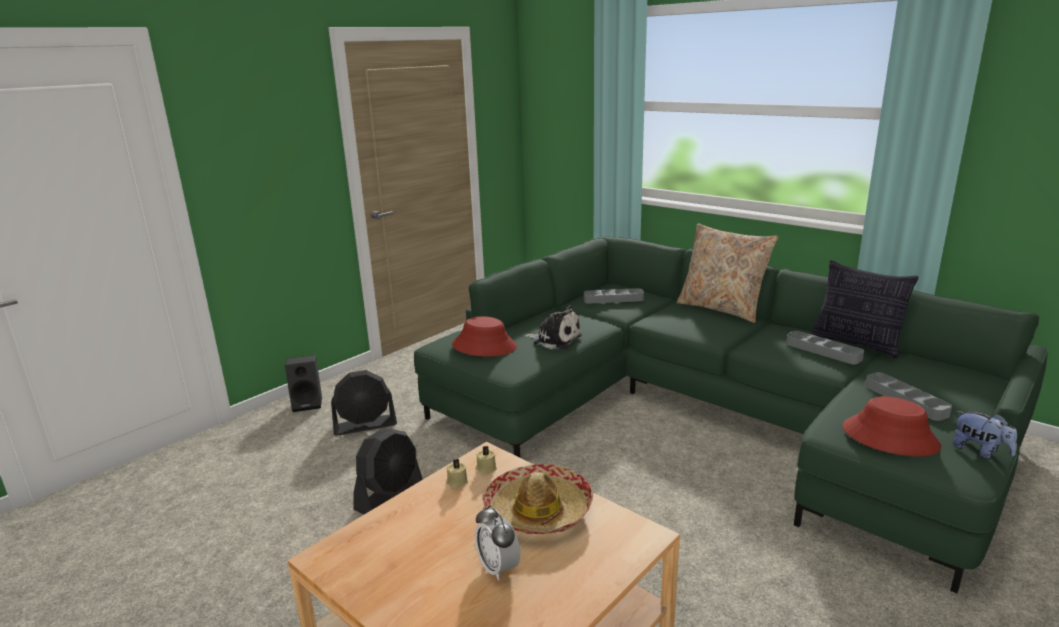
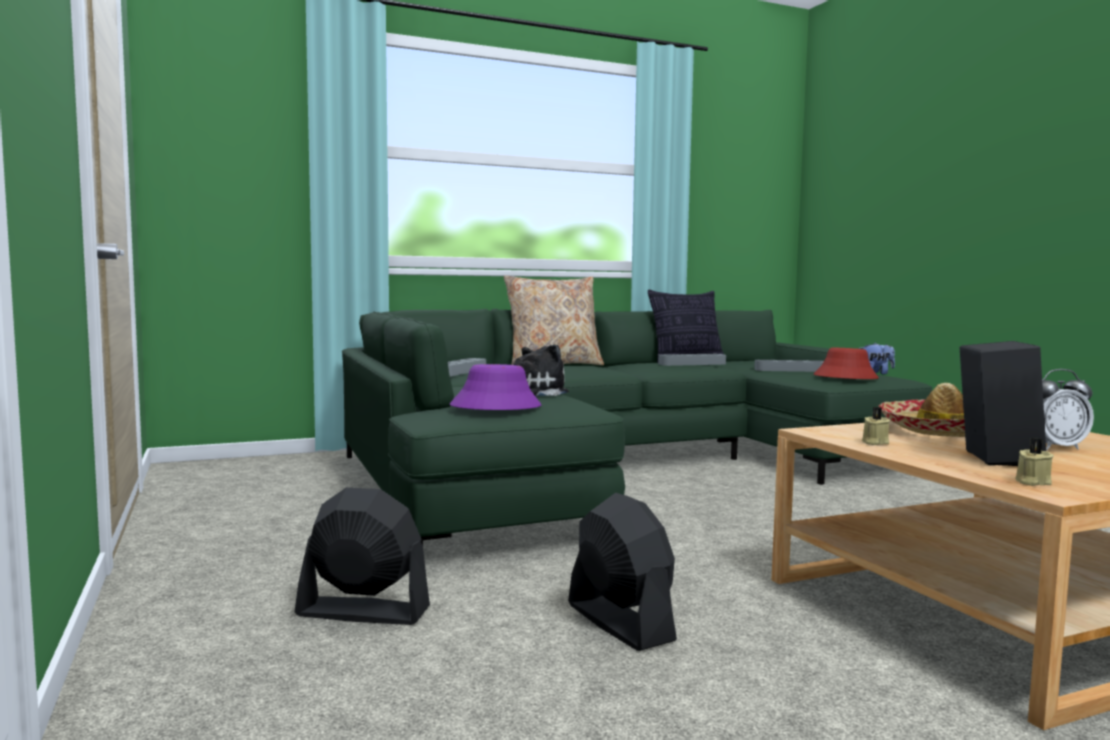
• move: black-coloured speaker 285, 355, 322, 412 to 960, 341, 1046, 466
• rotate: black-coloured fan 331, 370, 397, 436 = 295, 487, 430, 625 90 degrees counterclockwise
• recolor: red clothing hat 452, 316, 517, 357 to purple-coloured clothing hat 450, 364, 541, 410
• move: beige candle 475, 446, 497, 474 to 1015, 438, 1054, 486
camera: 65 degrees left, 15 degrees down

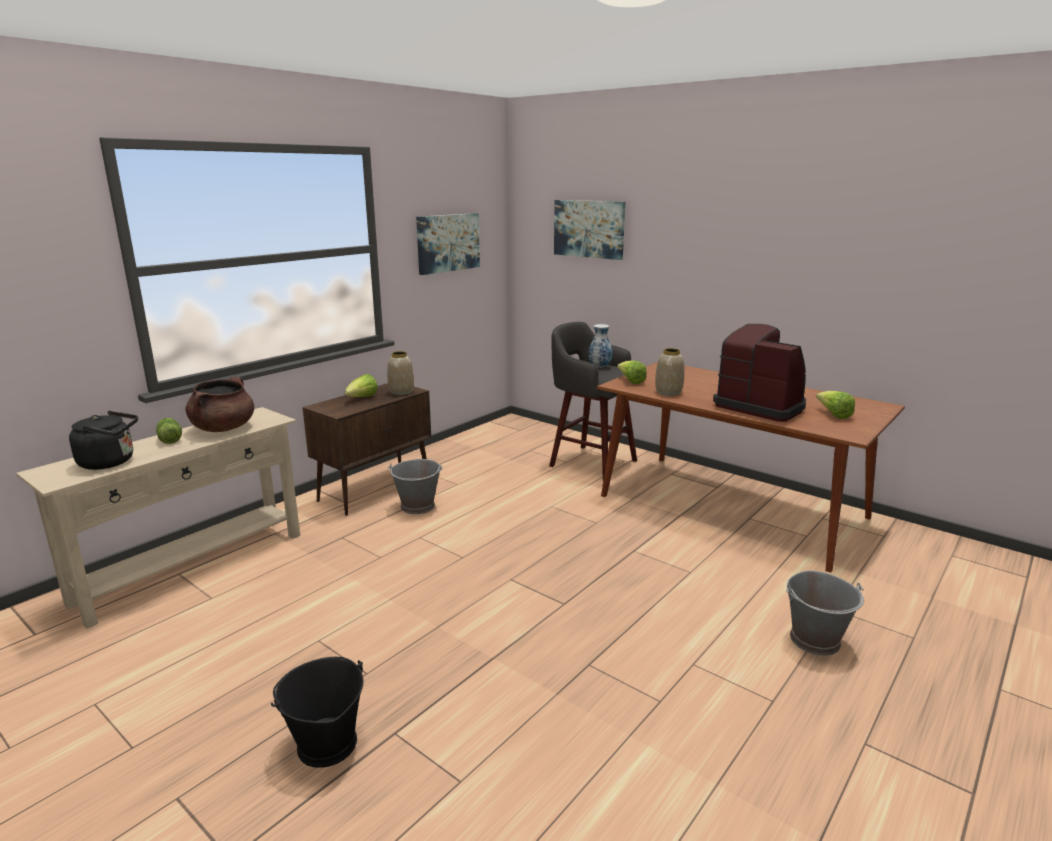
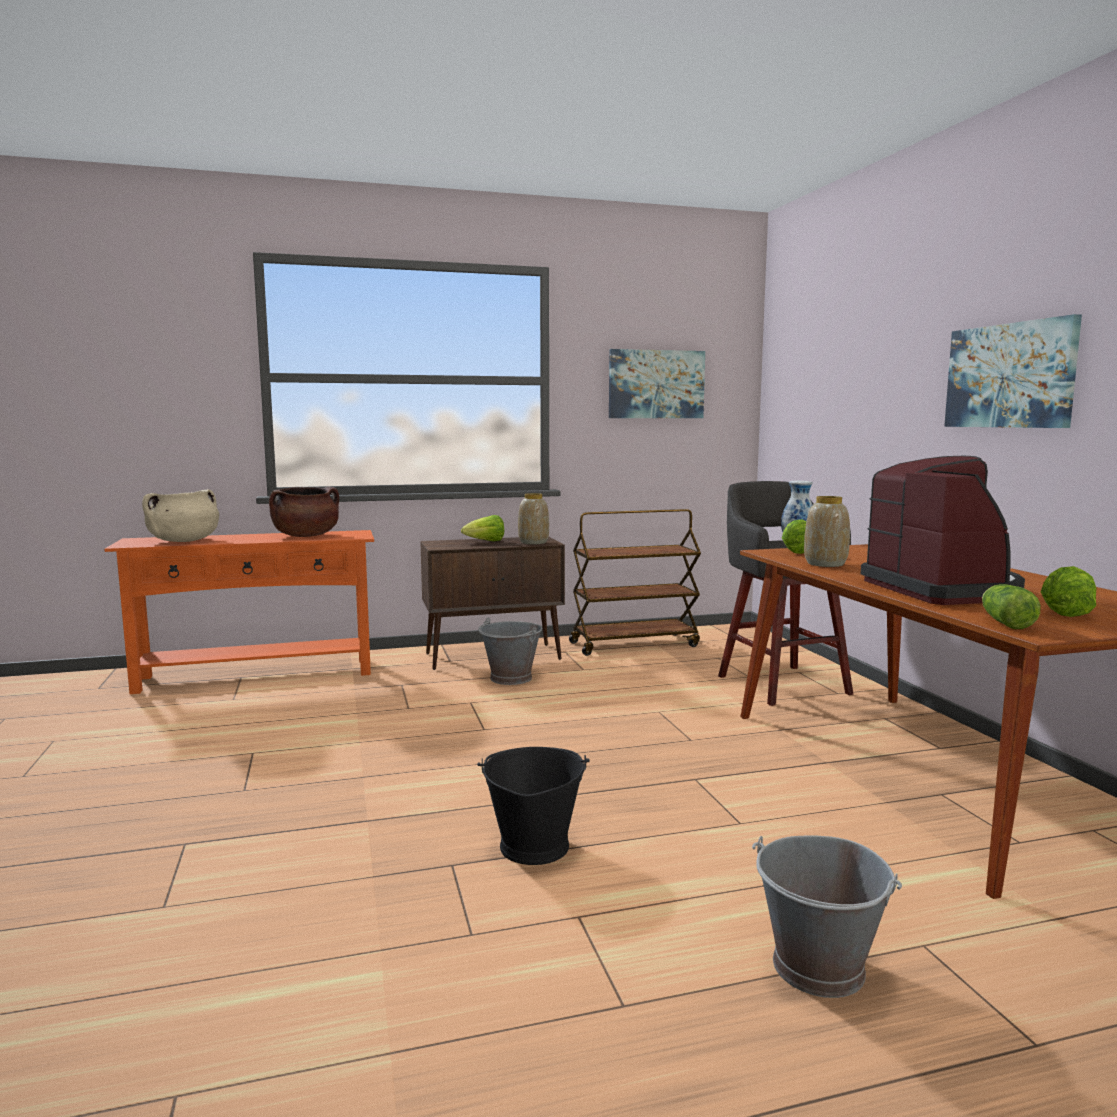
• recolor: beige hall table 16, 407, 300, 629 to orange hall table 104, 530, 374, 694
• replace: black-coloured water kettle 69, 411, 138, 470 to beige cooking pot 142, 489, 219, 542
• move: lettuce head 156, 418, 182, 444 to 982, 584, 1041, 629
• move: black-coloured bucket 271, 657, 364, 768 to 477, 747, 590, 865
• move: wall art 554, 200, 625, 260 to 944, 314, 1082, 428
• insert: brown cart 569, 509, 701, 656
camera: 35 degrees right, 10 degrees down

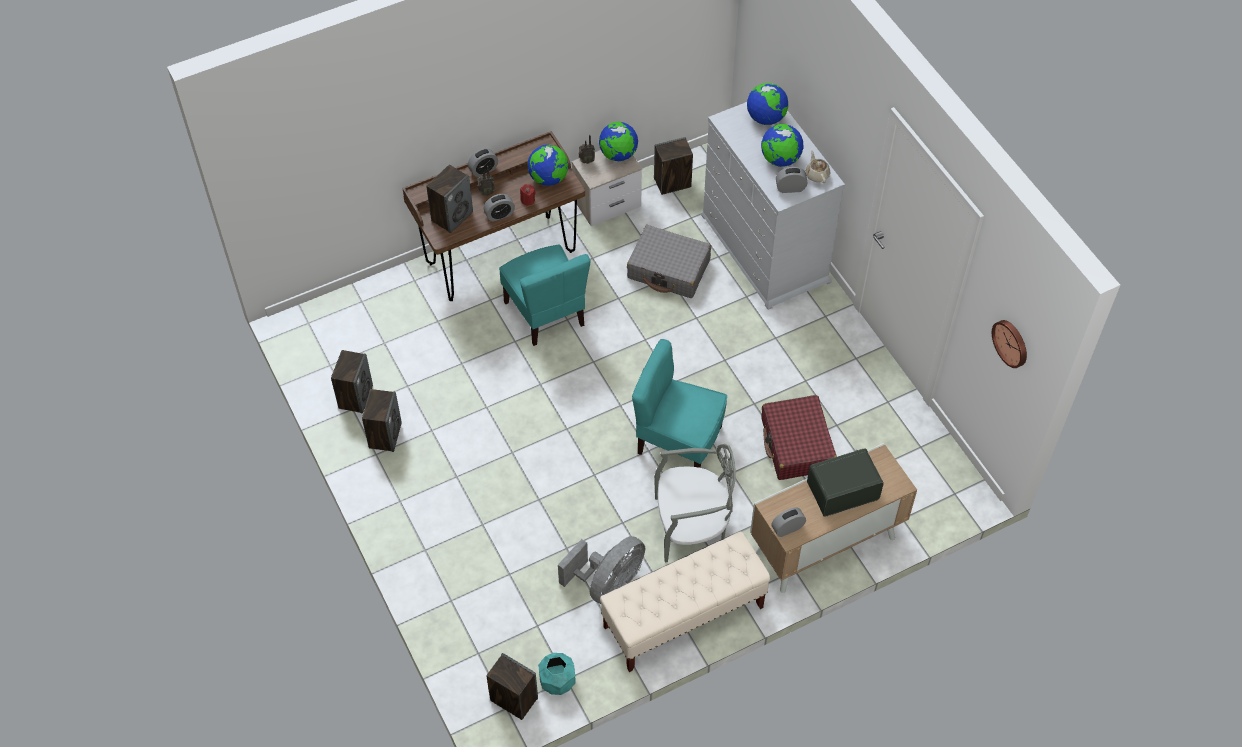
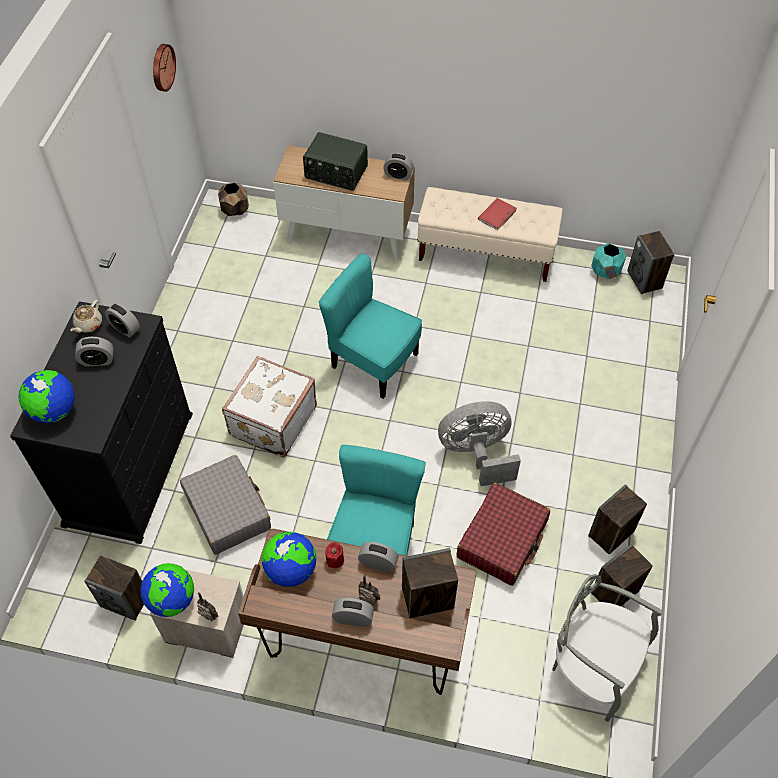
• move: greyish fan 558, 536, 645, 604 to 438, 401, 521, 486
• rotate: turquoise-coloured plain chair 632, 339, 727, 468 = 319, 253, 422, 399 150 degrees clockwise
• move: greyish plain chair 654, 444, 736, 563 to 552, 574, 663, 722
• recolor: white drawer chest 701, 102, 845, 310 to black-coloured drawer chest 10, 301, 193, 544
• replace: globe 761, 124, 803, 167 to bedside clock 75, 337, 114, 367
• move: red suitcase 761, 395, 837, 480 to 456, 483, 550, 586
• insert: brown planter 218, 183, 249, 216
• insert: white suitcase 222, 356, 317, 457
• insert: red book 478, 198, 517, 230
camera: 140 degrees left, 0 degrees up

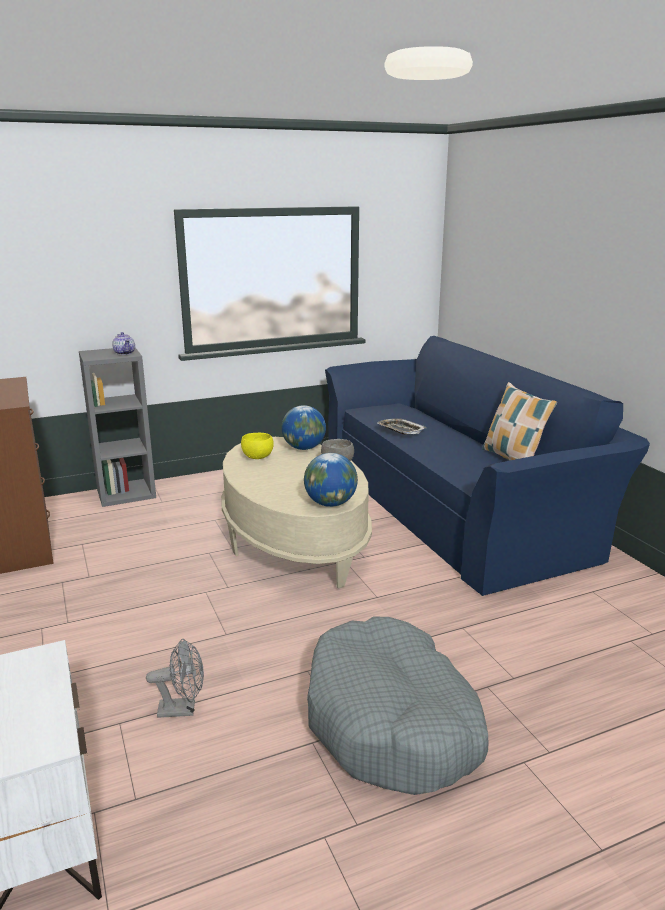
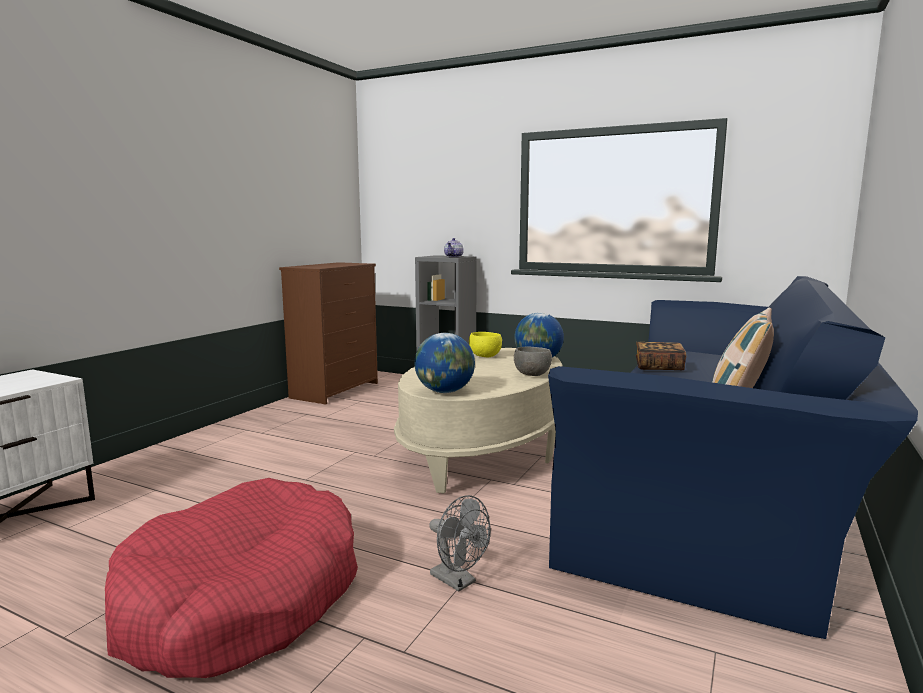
• move: greyish fan 146, 639, 204, 718 to 429, 495, 491, 592
• recolor: greyish dog bed 307, 617, 489, 795 to red dog bed 105, 478, 358, 678
• replace: serving tray 377, 418, 426, 435 to book 636, 342, 686, 370
camera: 50 degrees right, 10 degrees down

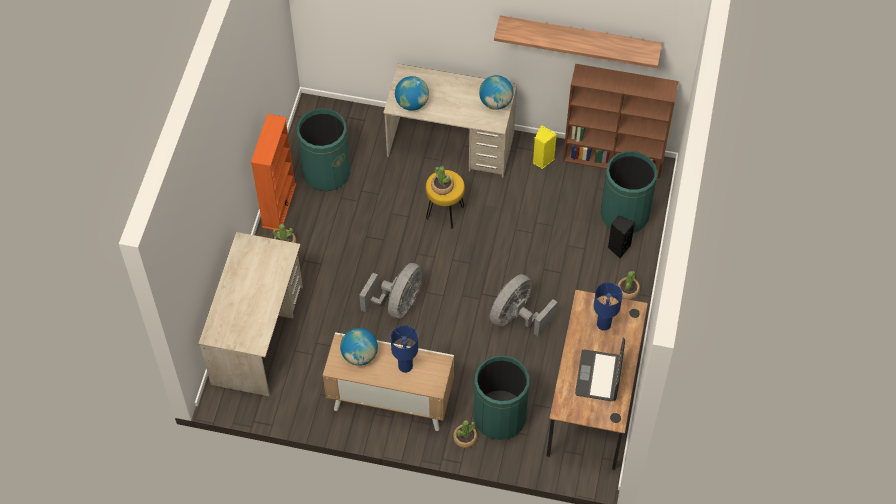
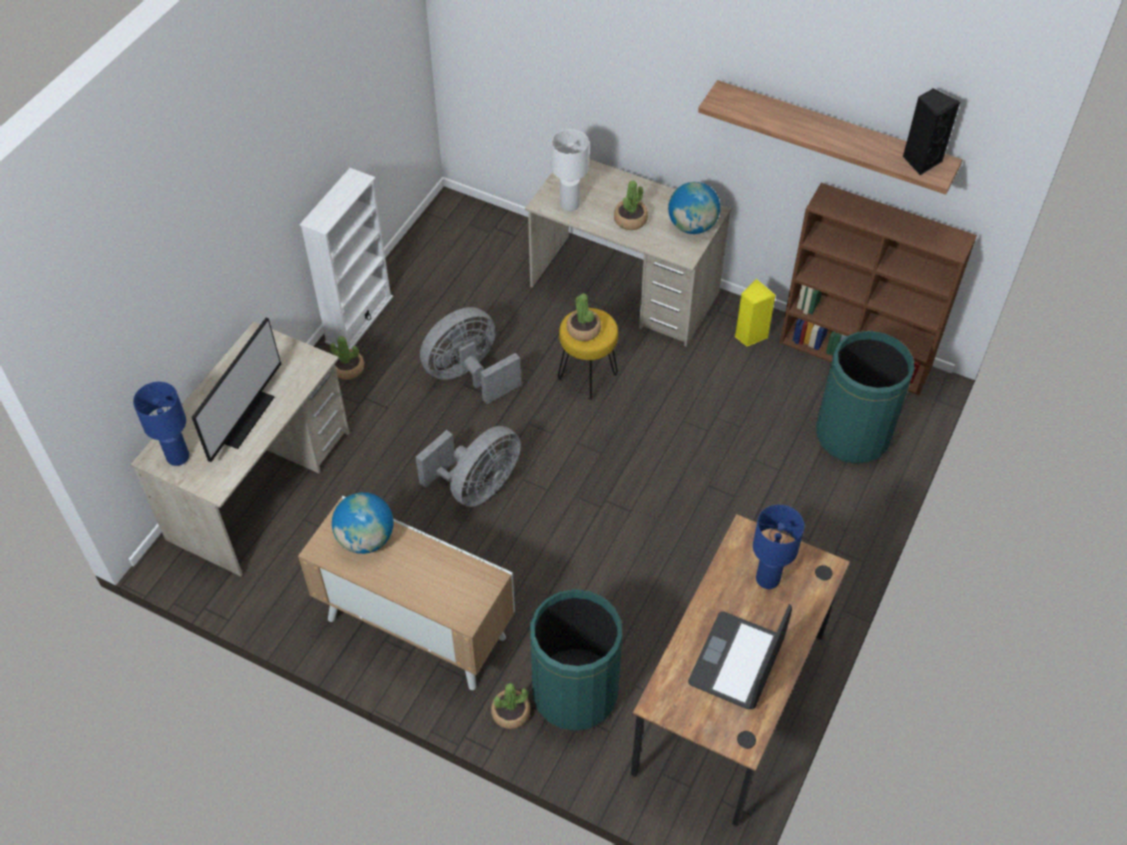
• recolor: orange shelving unit 251, 114, 296, 231 to white shelving unit 299, 168, 393, 349
• delete: greenish waste bin 297, 109, 350, 191
• move: blue-coloured table lamp 391, 325, 418, 373 to 133, 382, 189, 466
• replace: globe 395, 76, 429, 111 to white table lamp 552, 129, 589, 211
• move: greyish fan 490, 274, 557, 336 to 420, 307, 521, 404
• move: black-coloured speaker 608, 215, 635, 259 to 902, 88, 960, 176
• move: plant in a pot 618, 271, 640, 299 to 614, 180, 648, 230
• insert: monitor 192, 318, 281, 462
camera: 15 degrees right, 5 degrees down

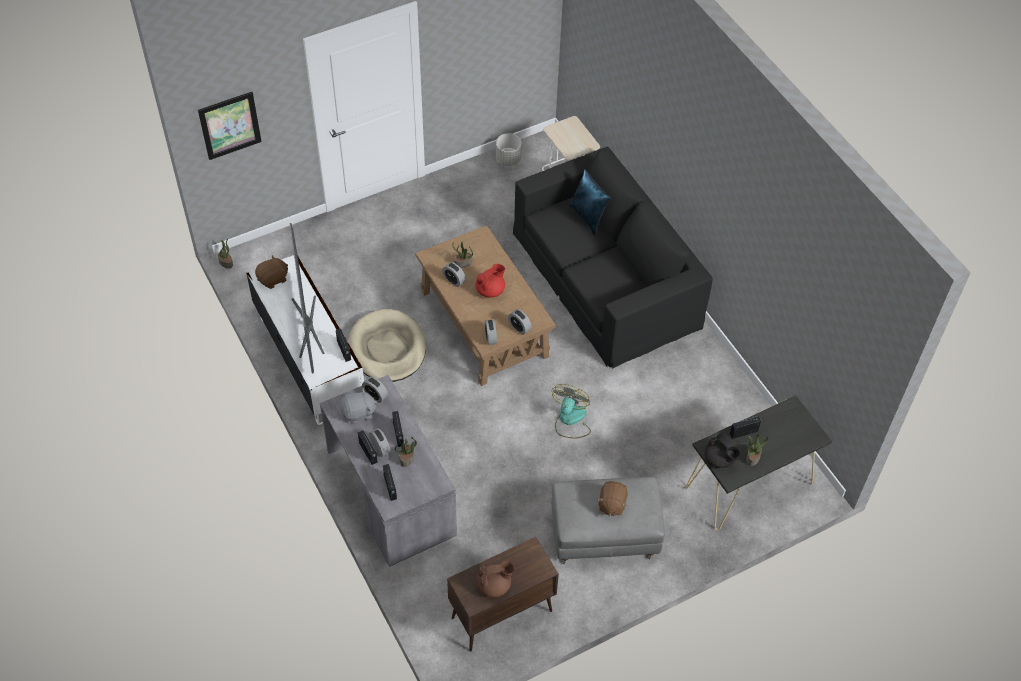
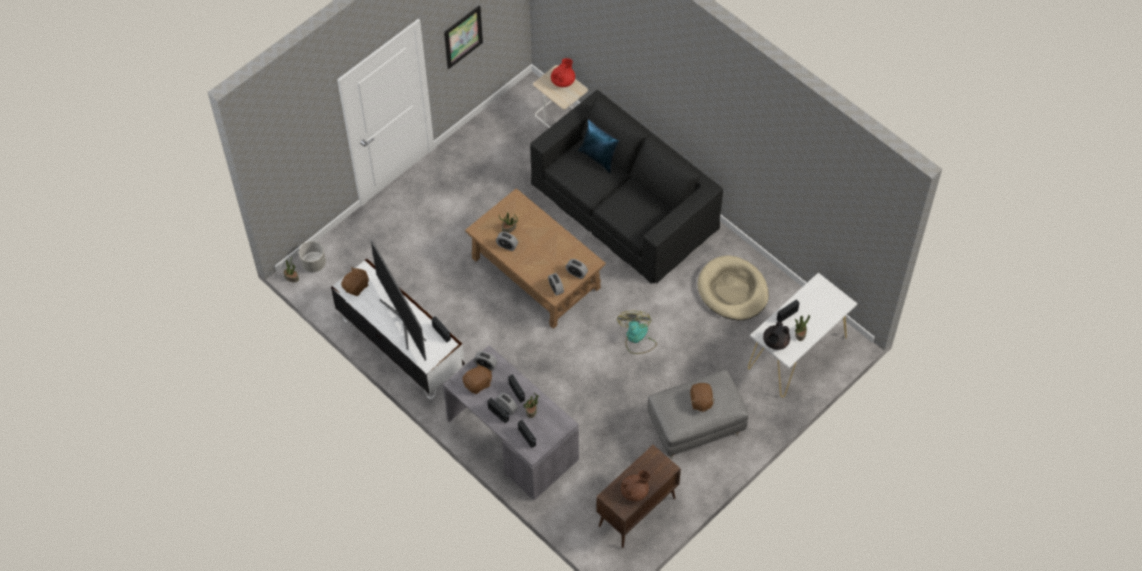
• move: wall art 198, 92, 262, 160 to 444, 5, 483, 69
• recolor: greyish cuddly toy 340, 388, 377, 424 to brown cuddly toy 463, 363, 492, 394
• move: beige dog bed 348, 309, 426, 382 to 698, 255, 769, 320
• move: red pot for tea 475, 264, 505, 297 to 551, 58, 575, 87
• move: greyish planter 496, 133, 522, 166 to 299, 241, 326, 272
• recolor: black-coloured hall table 686, 395, 832, 530 to white hall table 748, 273, 857, 397
• rotate: black-coloured pot for tea 705, 433, 741, 468 = 763, 321, 790, 350 90 degrees clockwise
camera: 15 degrees left, 5 degrees up

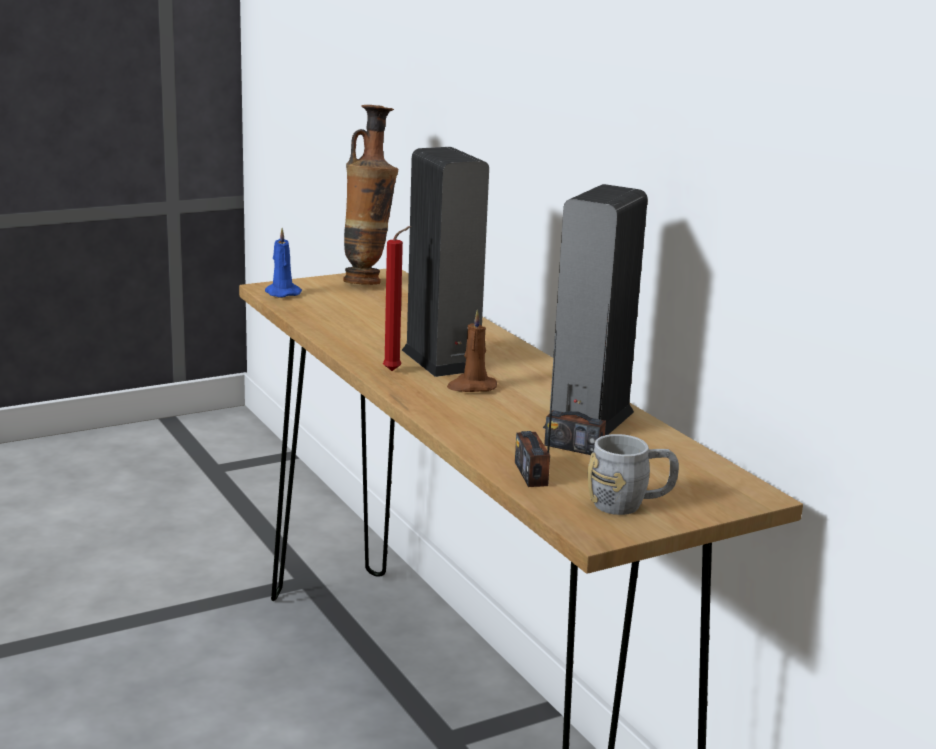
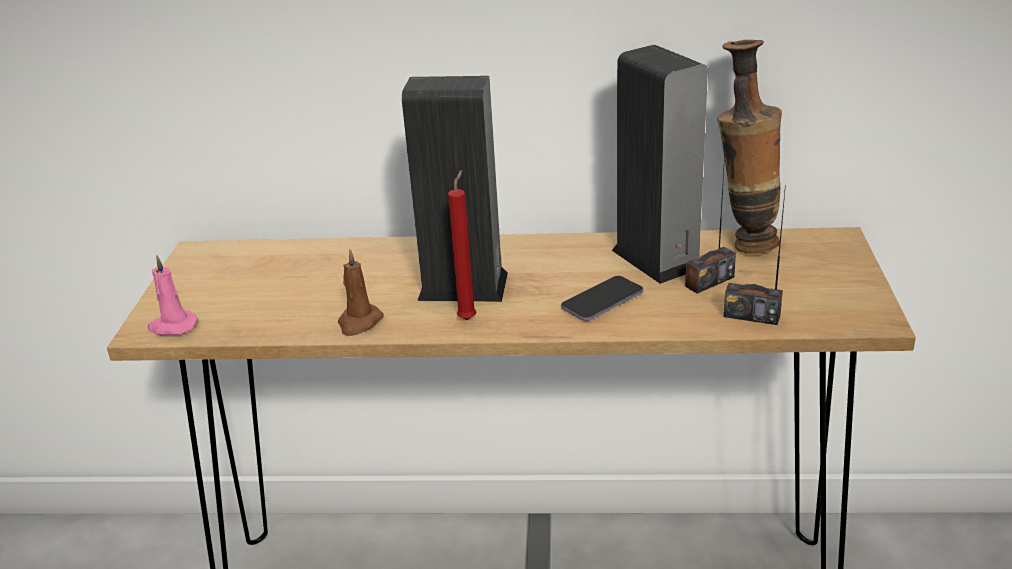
• recolor: blue-coloured candle 265, 228, 302, 298 to pink-coloured candle 148, 255, 198, 335
• move: flower vase 343, 105, 398, 285 to 717, 40, 782, 254
• move: brown candle 447, 310, 497, 392 to 338, 249, 384, 336
• delete: greyish coffee mug 588, 434, 679, 515
• insert: handset 561, 276, 643, 321
camera: 55 degrees left, 10 degrees up

